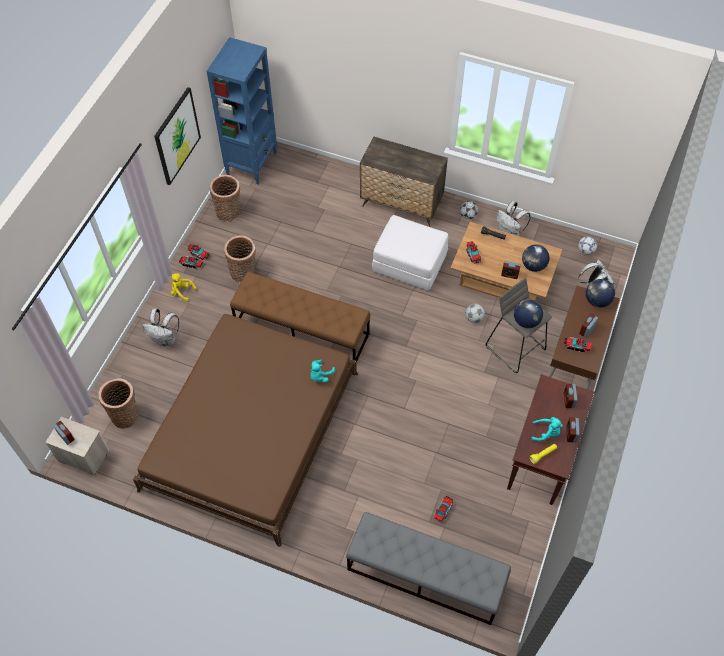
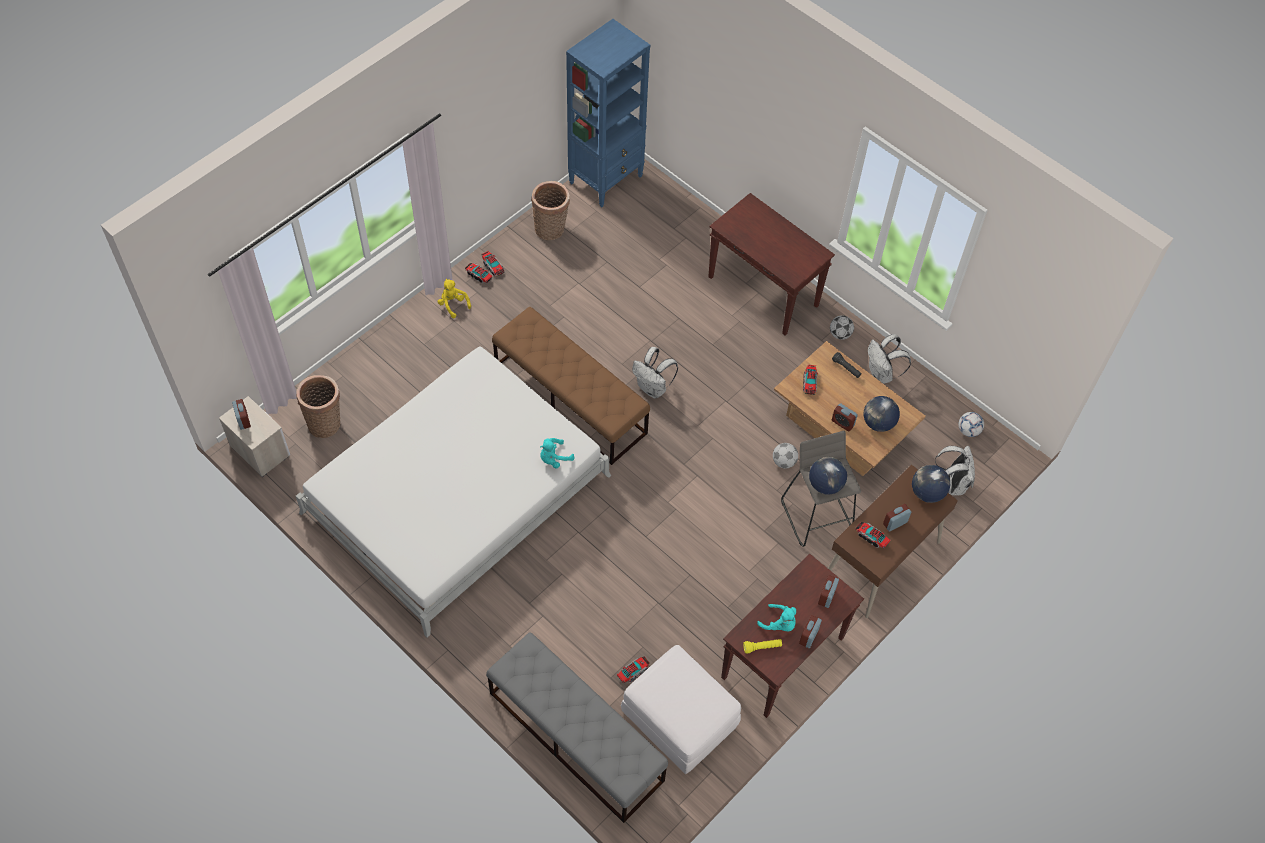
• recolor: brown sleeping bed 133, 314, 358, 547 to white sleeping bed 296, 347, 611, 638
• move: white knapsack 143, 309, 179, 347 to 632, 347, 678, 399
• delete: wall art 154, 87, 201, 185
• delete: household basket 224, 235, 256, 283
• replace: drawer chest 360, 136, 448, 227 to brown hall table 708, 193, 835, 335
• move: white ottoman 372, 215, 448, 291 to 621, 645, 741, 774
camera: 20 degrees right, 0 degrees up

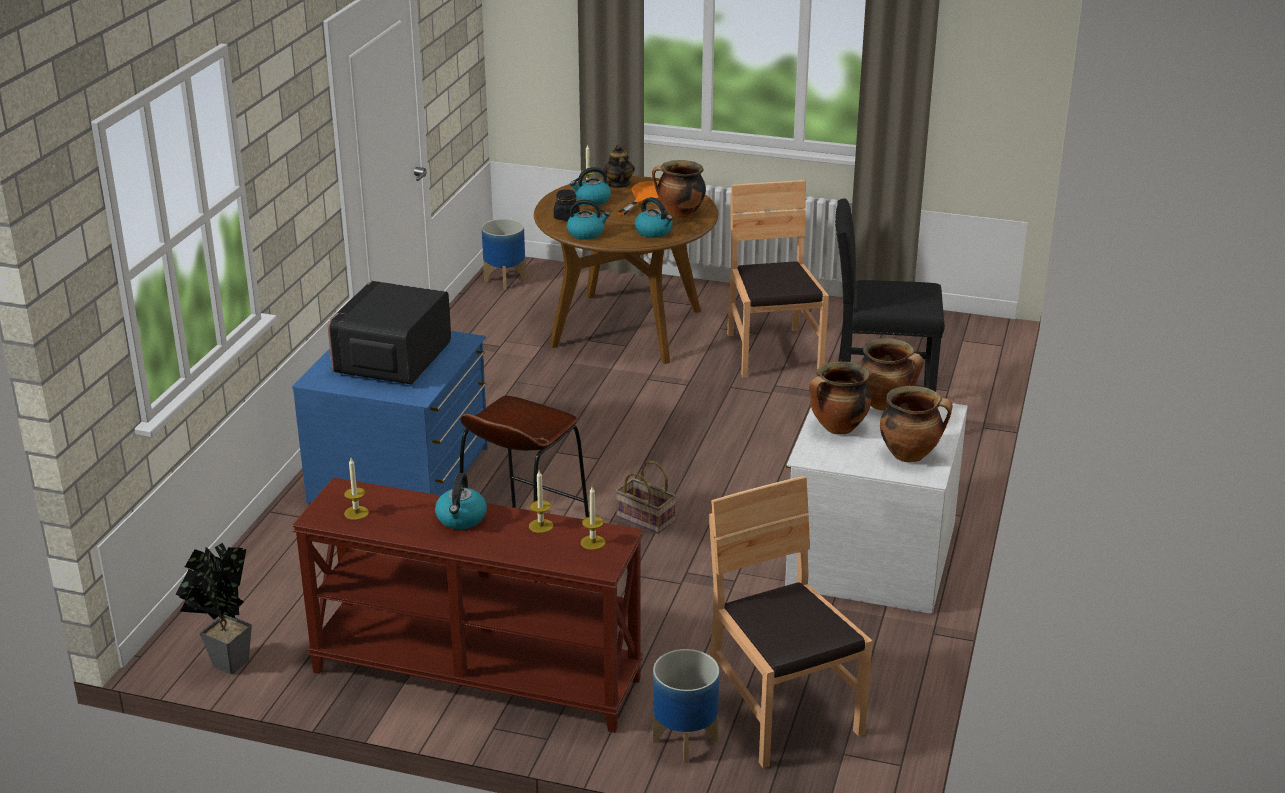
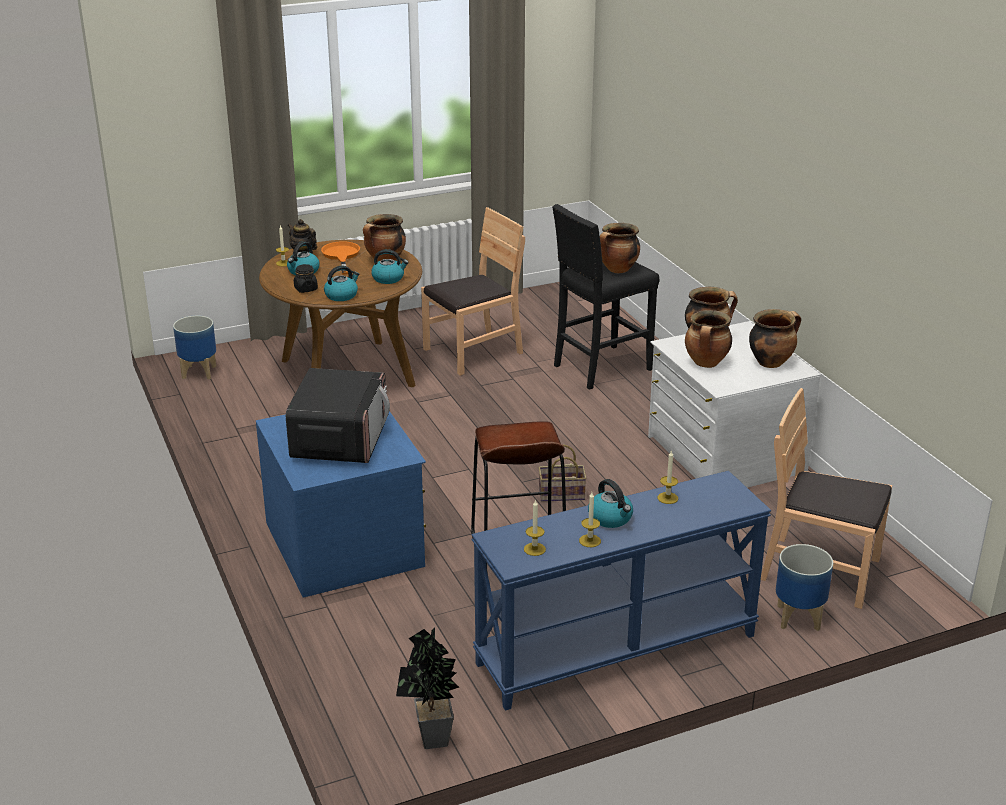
• recolor: brown hall table 292, 477, 643, 733 to blue-coloured hall table 471, 471, 771, 711
• rotate: kitchen microwave 328, 281, 451, 384 = 286, 368, 390, 463 150 degrees counterclockwise
• move: candle 581, 487, 605, 550 to 579, 492, 601, 547
• rotate: brown plain chair 727, 180, 829, 378 = 421, 207, 525, 376 105 degrees clockwise
• insert: cooking pot 600, 223, 640, 273
camera: 40 degrees left, 0 degrees up

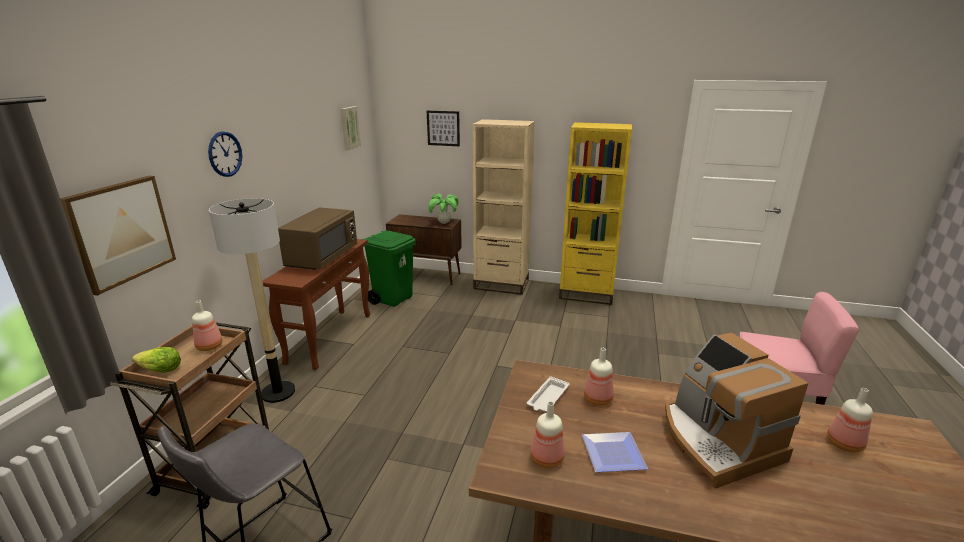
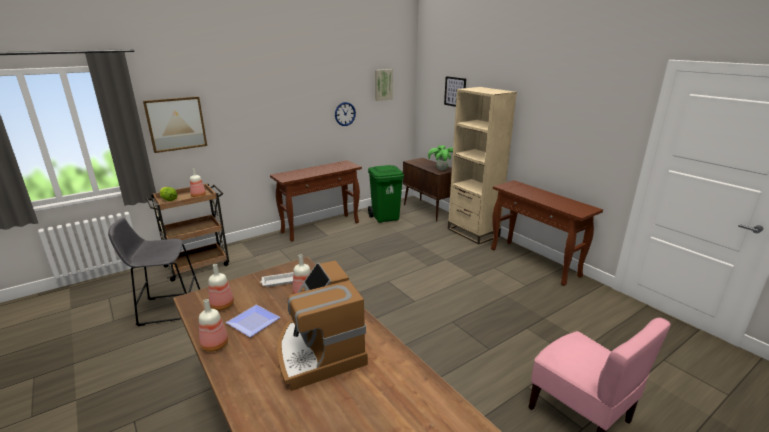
• move: hanging clock 208, 131, 242, 177 to 335, 102, 356, 126
• delete: standard lamp 209, 198, 295, 403
• delete: brown kitchen microwave 278, 207, 357, 270
• replace: yellowish shelving unit 559, 122, 632, 305 to brown hall table 491, 180, 603, 286
• rotate: coffee machine 665, 332, 808, 489 = 277, 260, 368, 391 45 degrees counterclockwise
• move: beverage bottle 827, 388, 873, 453 to 199, 299, 228, 352
camera: 40 degrees right, 0 degrees up

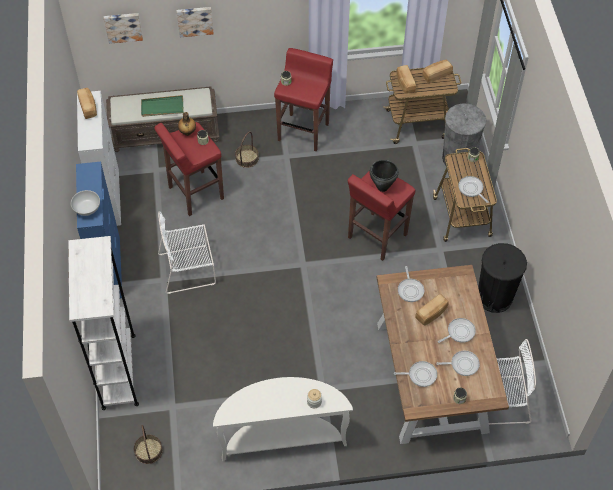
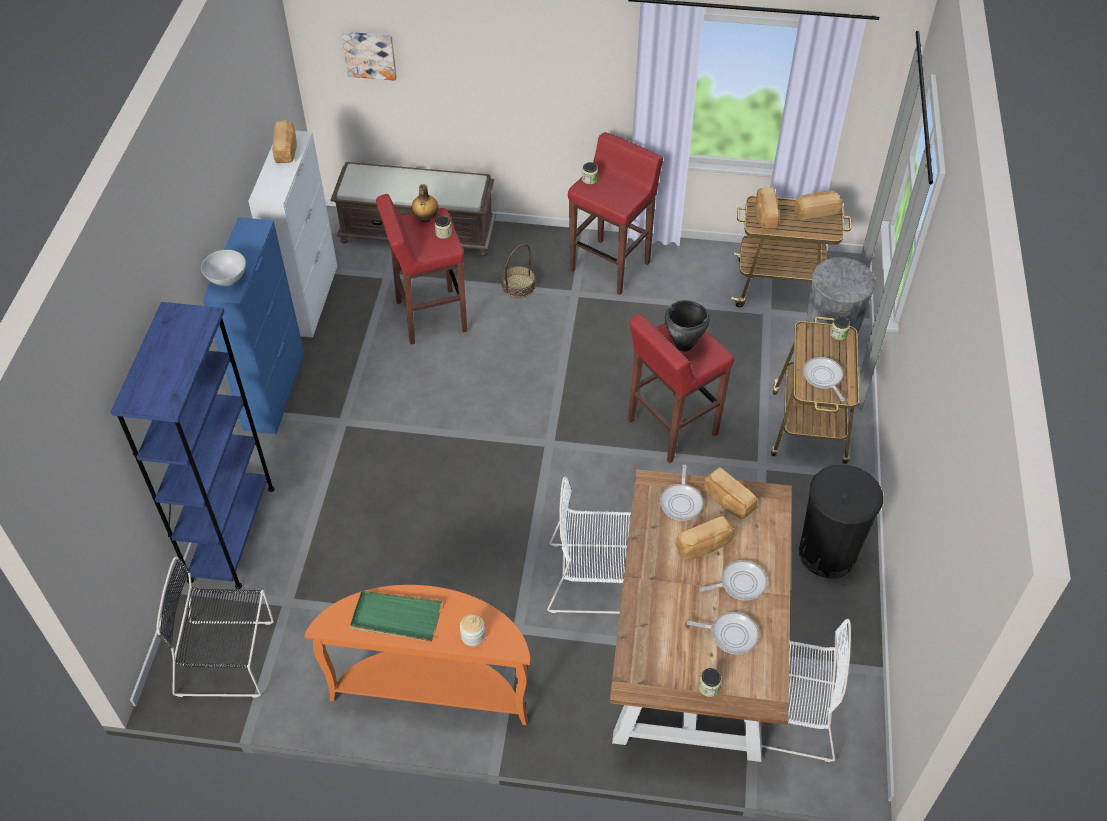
• recolor: white shelving unit 68, 236, 139, 410 to blue-coloured shelving unit 111, 302, 275, 589
• replace: household basket 134, 425, 163, 464 to black-coloured plain chair 157, 557, 274, 698
• move: greenish serving tray 141, 95, 183, 117 to 350, 591, 442, 642
• move: white plain chair 158, 211, 216, 294 to 547, 477, 631, 614
• delete: wall art 176, 7, 214, 37
• recolor: white hall table 213, 377, 353, 461 to orange hall table 305, 585, 530, 725
• delete: pan 394, 361, 437, 387
• insert: baked bread 704, 467, 757, 519
camera: 15 degrees right, 5 degrees down

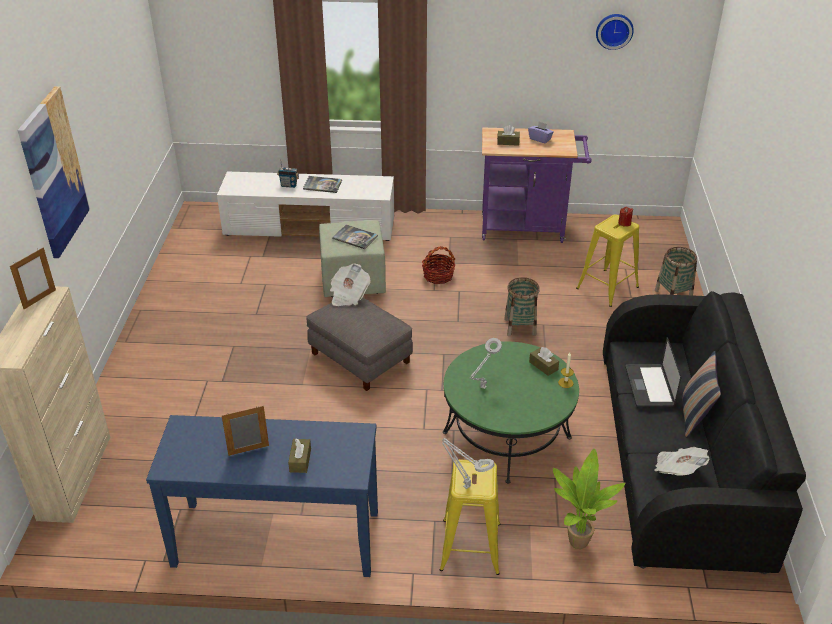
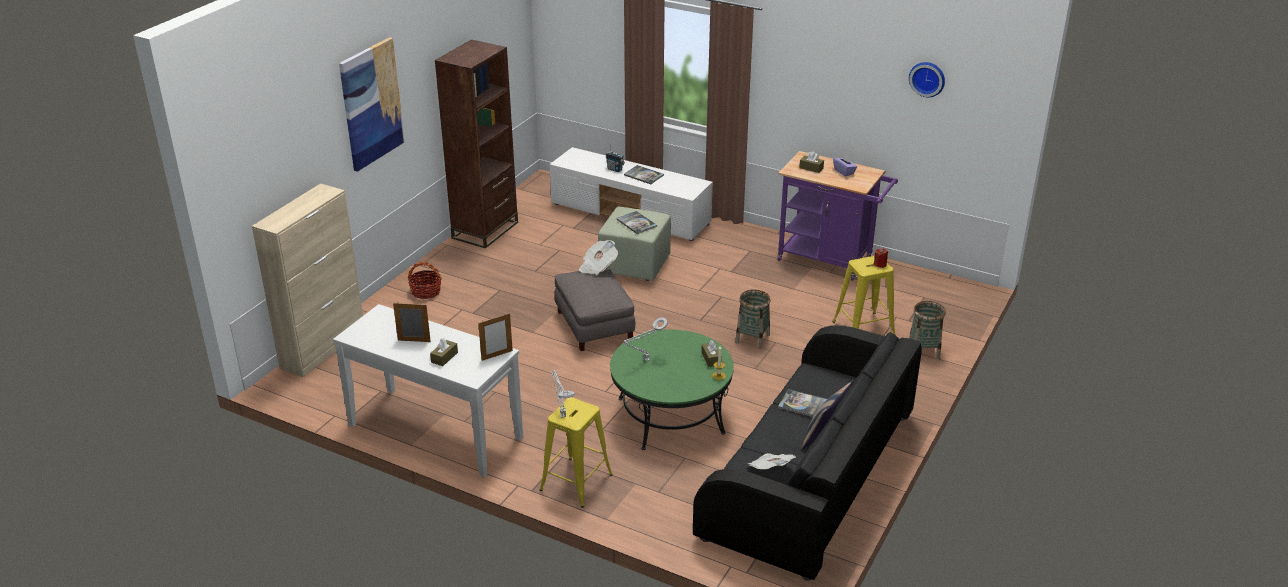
• move: standing frame 10, 247, 56, 309 to 478, 313, 513, 361
• recolor: blue-coloured hall table 146, 415, 378, 577 to white hall table 333, 304, 523, 477
• move: household basket 422, 246, 455, 284 to 408, 262, 442, 299
• delete: plant in a pot 553, 449, 625, 549
• replace: portable computer 625, 337, 681, 407 to book 778, 389, 827, 417
• insert: brown shelving unit 435, 40, 518, 248
camera: 25 degrees right, 5 degrees down

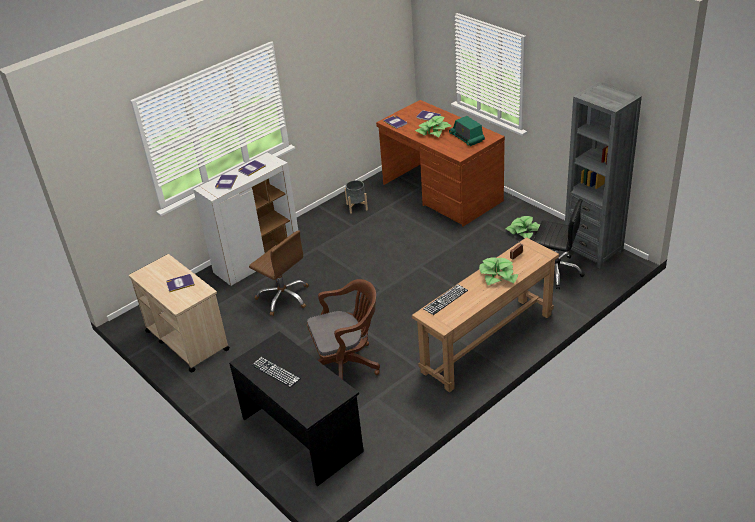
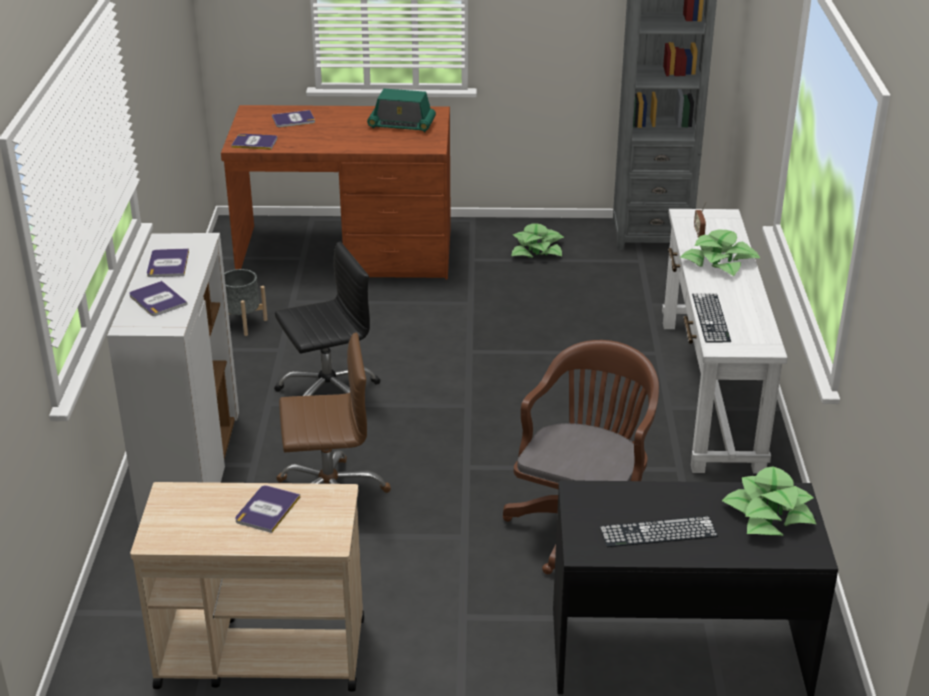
• recolor: brown hall table 412, 237, 559, 393 to white hall table 662, 209, 788, 474
• move: plant in a pot 415, 116, 451, 137 to 722, 466, 816, 536
• move: black-coloured office chair 534, 199, 585, 289 to 274, 242, 380, 396
camera: 50 degrees left, 5 degrees down

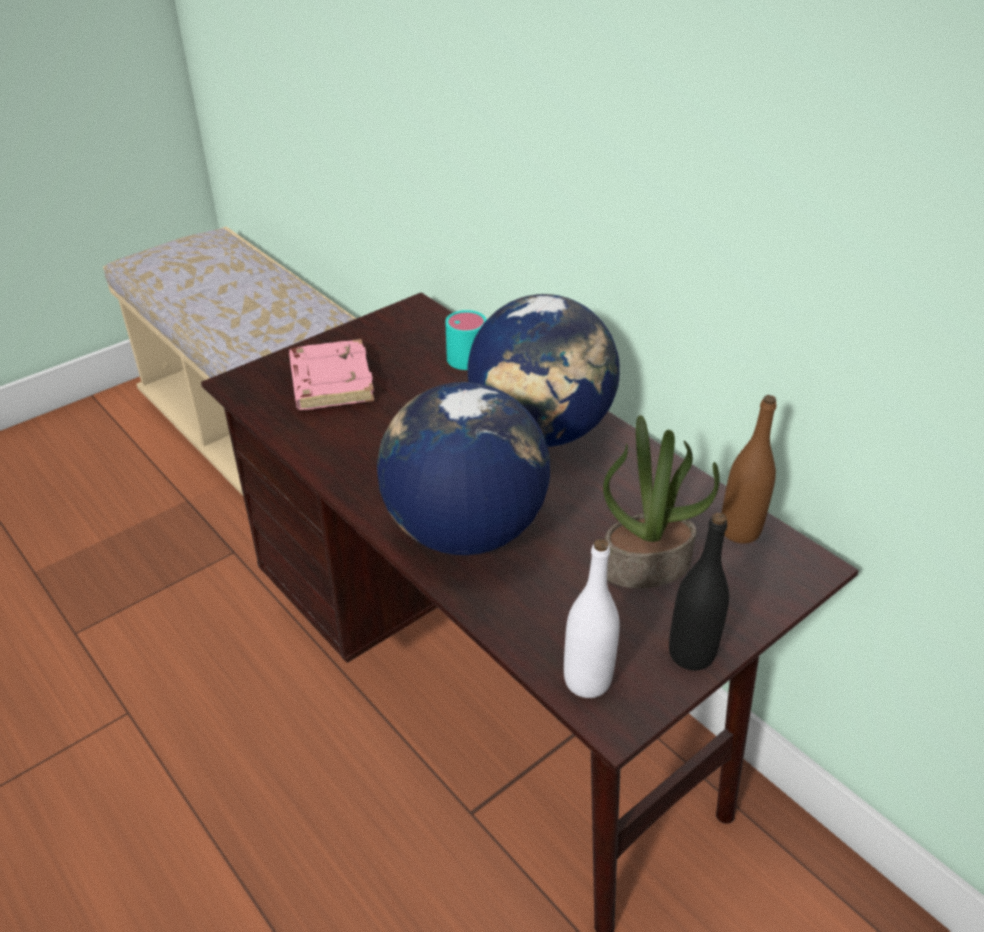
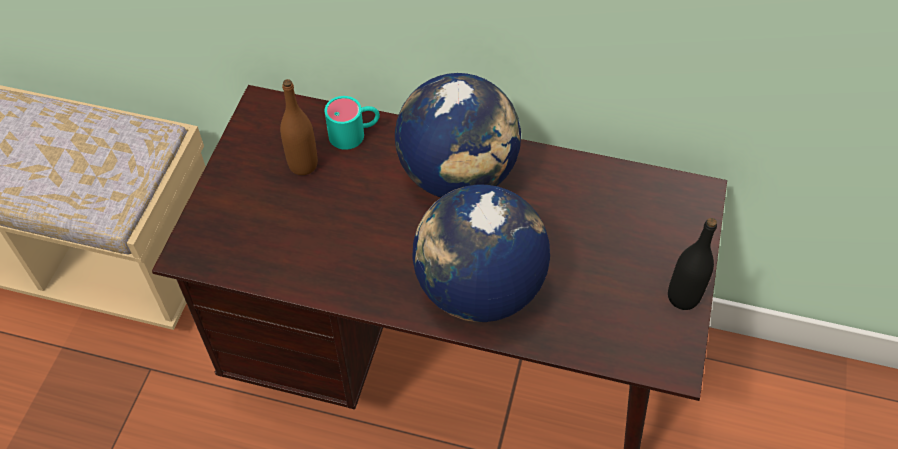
• delete: pink-coloured book 289, 339, 375, 410
• delete: white beverage bottle 564, 539, 620, 698
• delete: plant in a pot 603, 415, 720, 588
• move: brown beverage bottle 722, 395, 777, 543 to 280, 79, 318, 175
camera: 35 degrees left, 15 degrees up

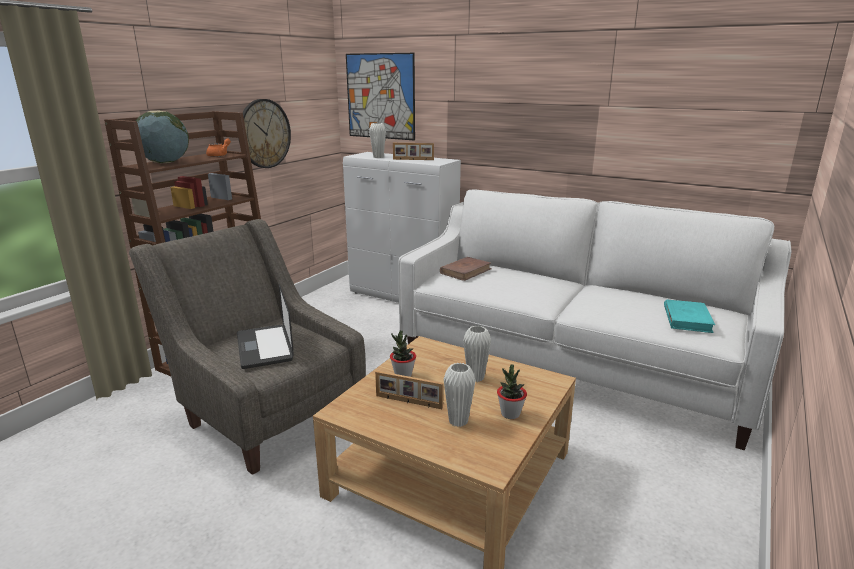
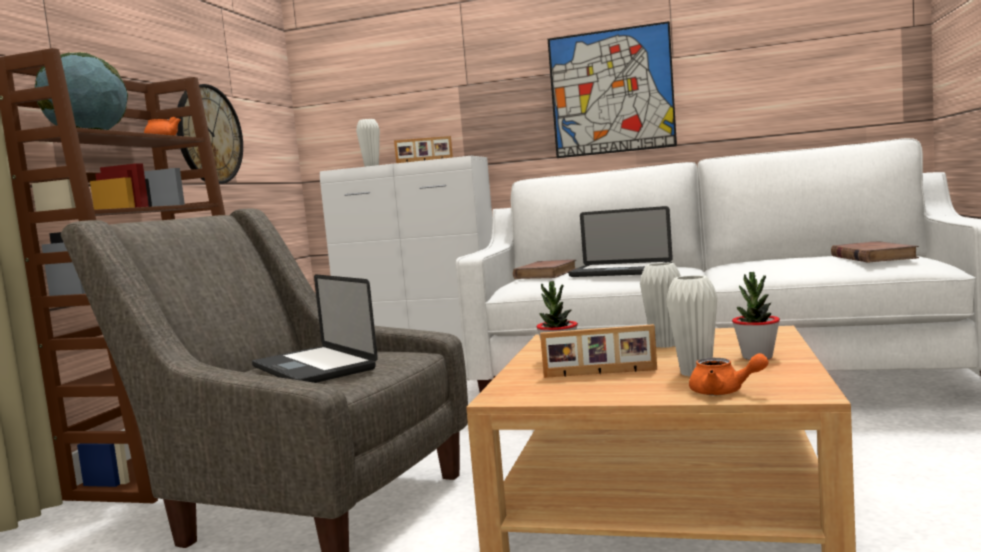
• move: wall art 346, 53, 415, 140 to 548, 21, 677, 158
• recolor: turquoise-coloured book 664, 299, 715, 333 to brown book 831, 241, 919, 263
• insert: portable computer 569, 206, 673, 277
• insert: orange pot for tea 689, 353, 768, 395
camera: 15 degrees left, 15 degrees down

